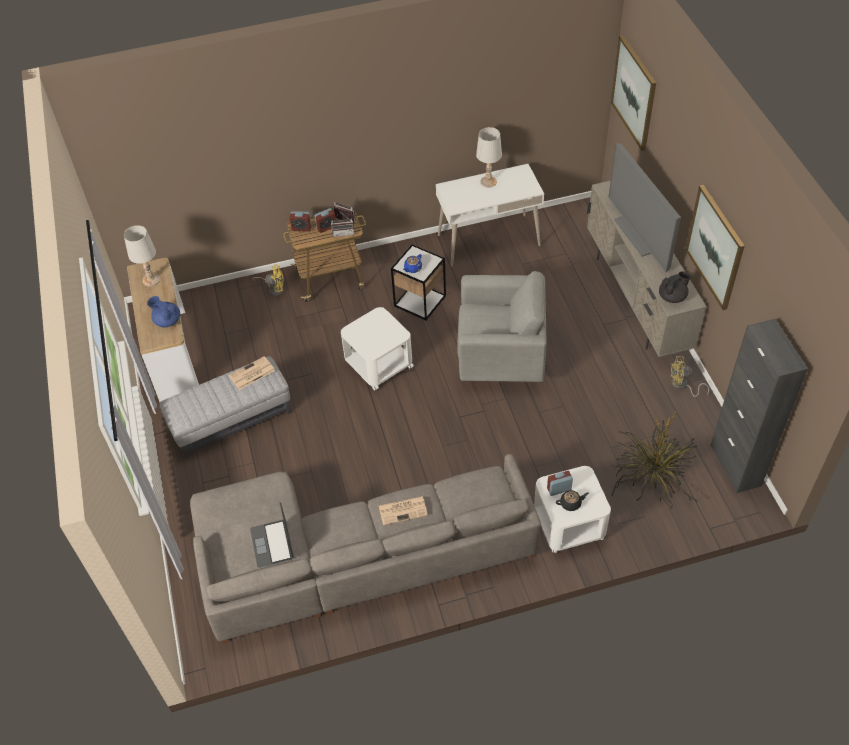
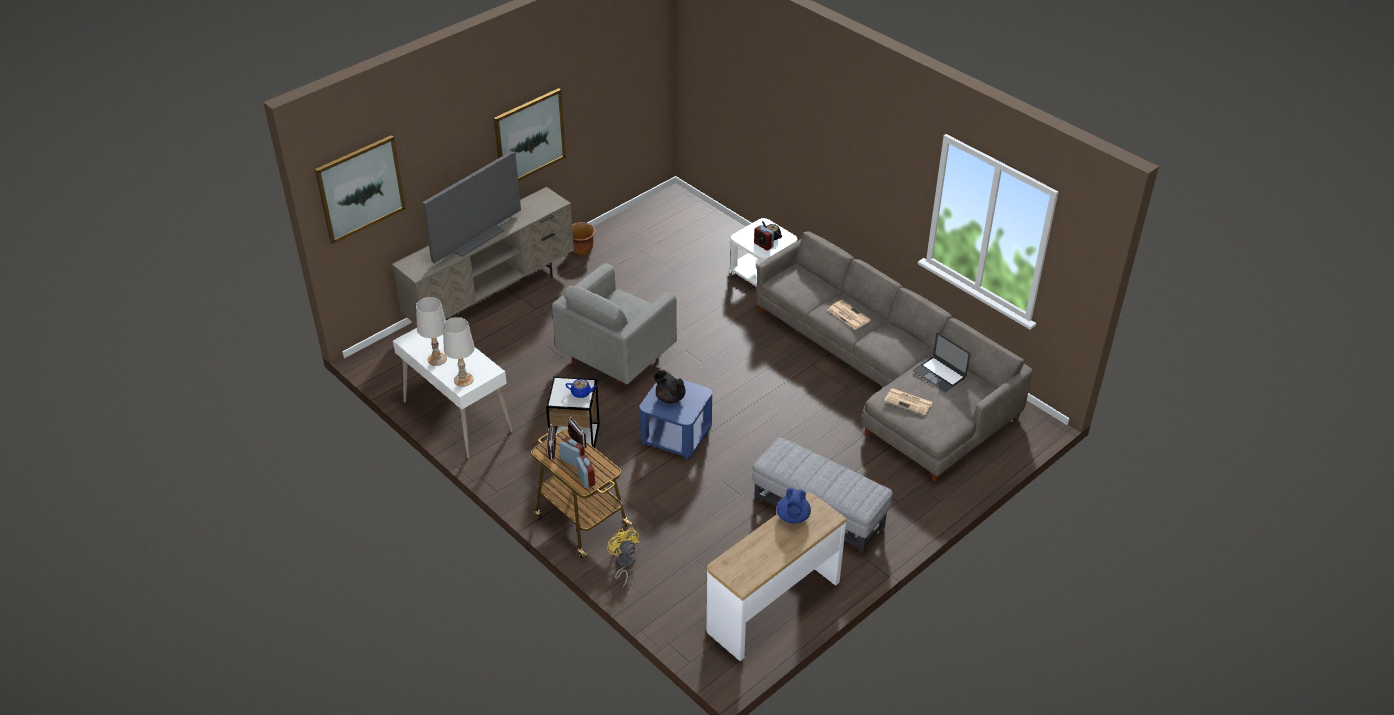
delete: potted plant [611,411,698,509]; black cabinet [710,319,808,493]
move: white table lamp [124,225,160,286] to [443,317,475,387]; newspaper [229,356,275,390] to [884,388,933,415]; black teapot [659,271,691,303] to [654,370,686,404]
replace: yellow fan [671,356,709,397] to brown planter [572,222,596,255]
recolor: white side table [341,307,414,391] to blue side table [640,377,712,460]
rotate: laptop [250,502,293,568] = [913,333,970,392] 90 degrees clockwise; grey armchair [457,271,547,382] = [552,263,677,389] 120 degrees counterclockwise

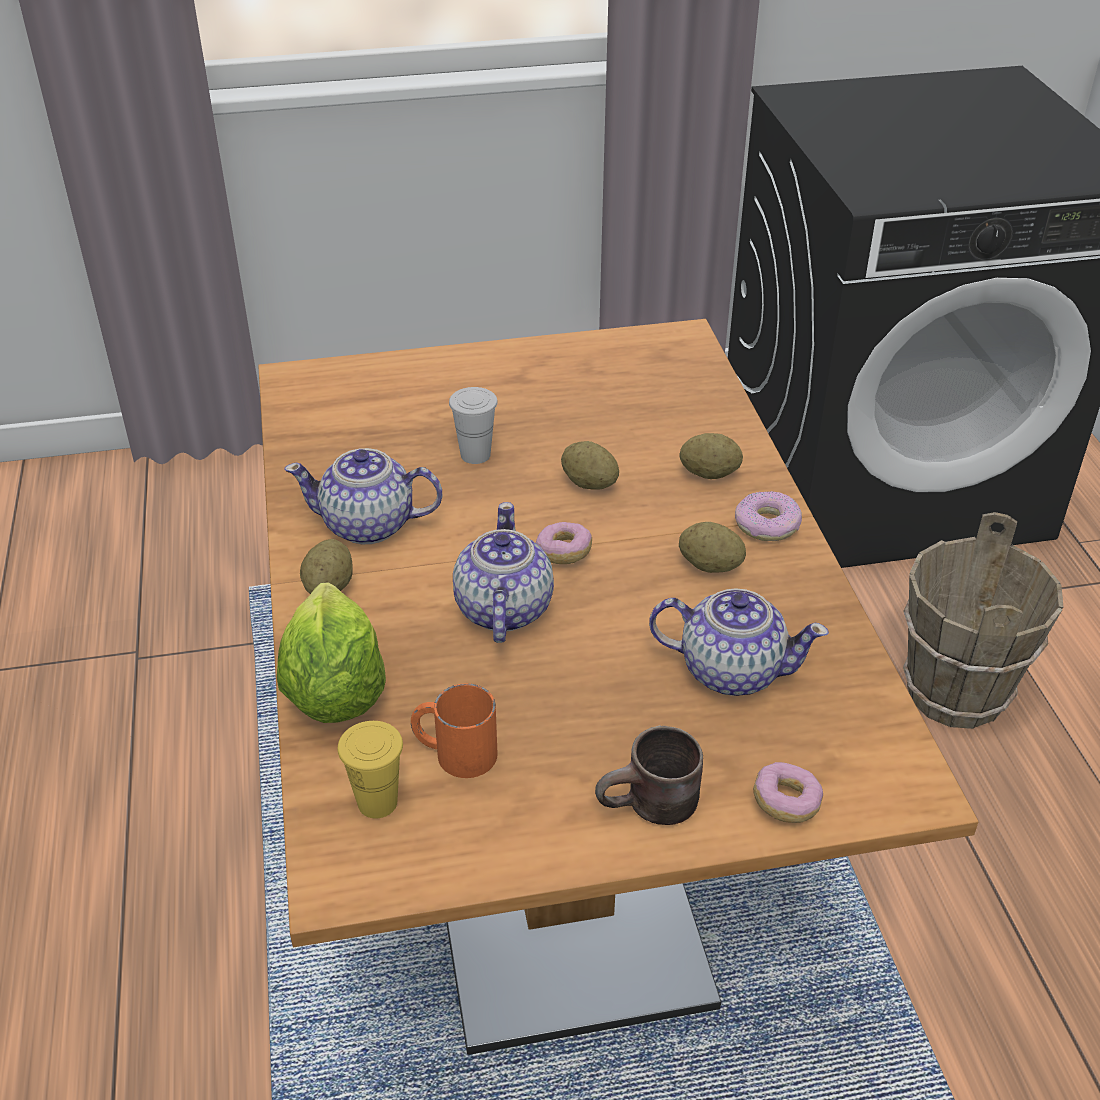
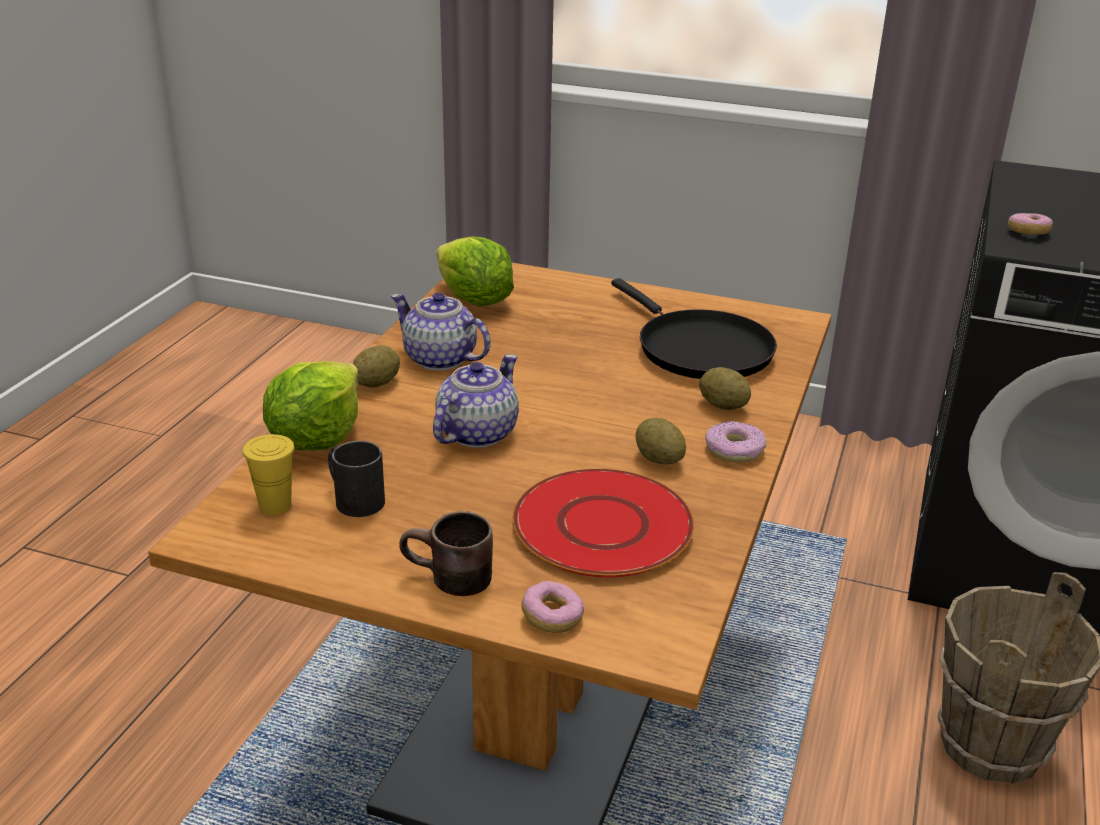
delete: white cup [449,387,498,464]; potato [561,441,619,490]
insert: lettuce [437,236,514,306]; black frying pan [611,278,777,379]
move: donut [536,522,592,564] to [1008,213,1053,235]
replace: teapot [649,588,829,696] to red plate [513,469,694,577]
recolor: orange mug [411,683,497,778] to black mug [328,441,385,517]

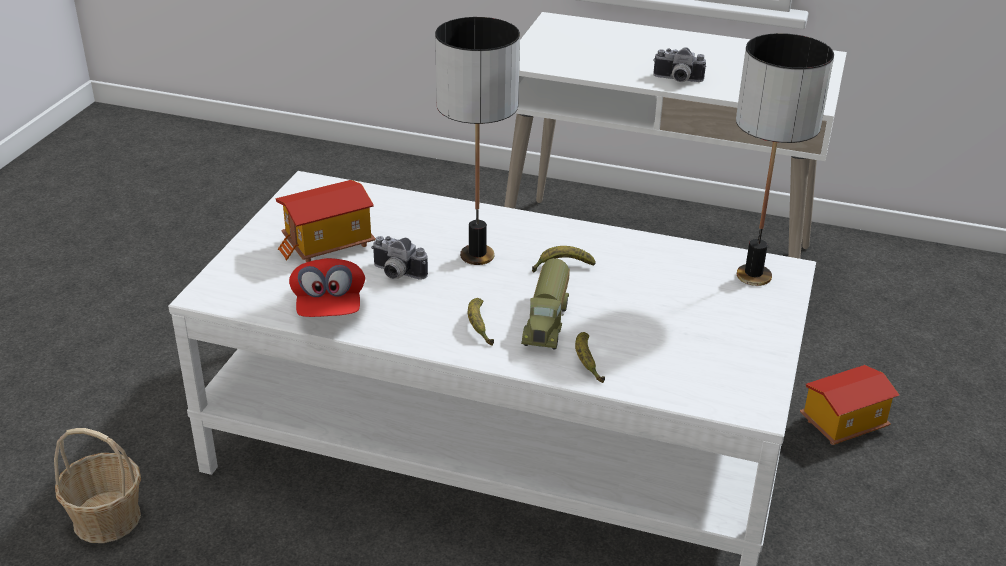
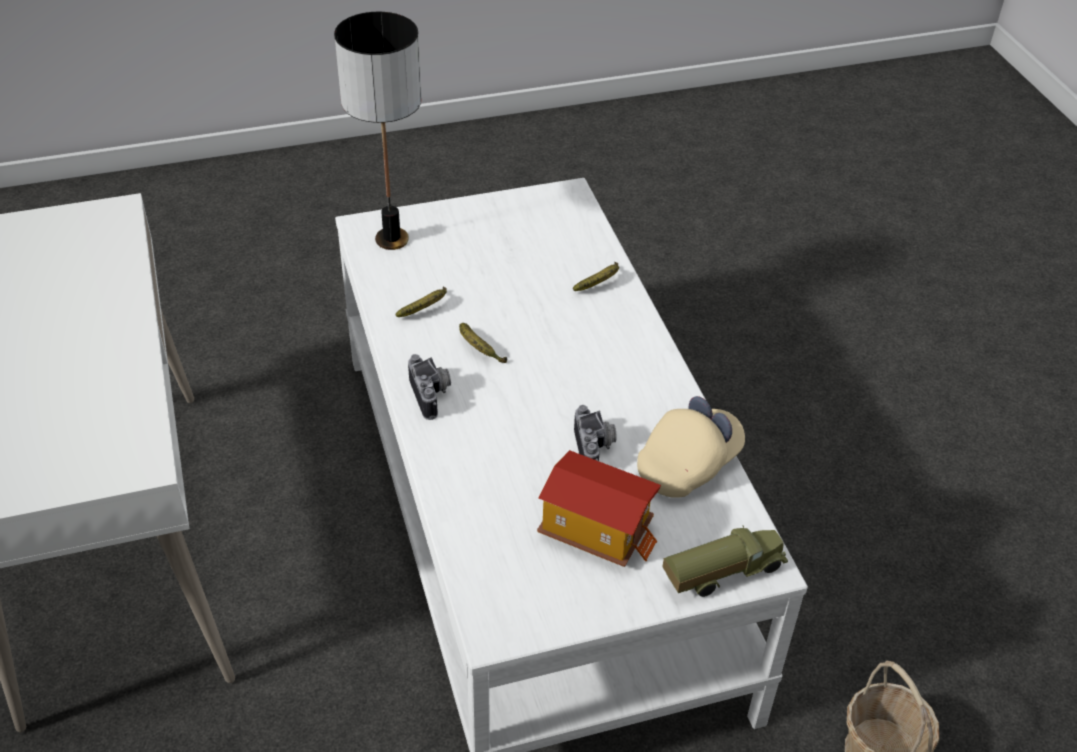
delete: table lamp [435,17,520,265]; toy house [800,365,899,445]
move: banana [468,298,494,346] to [395,287,447,317]; toy truck [521,258,570,349] to [662,525,788,597]; photo camera [653,47,706,82] to [408,354,451,420]
recolor: red cap [289,258,365,317] to beige cap [637,396,745,498]

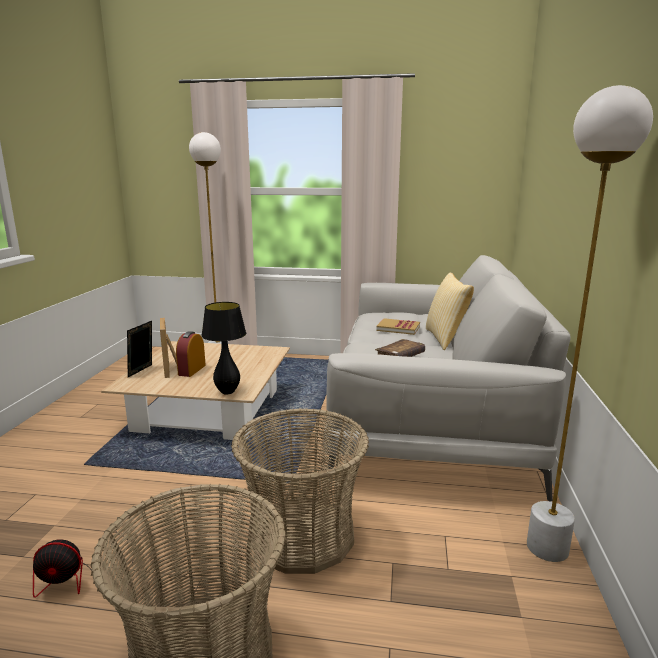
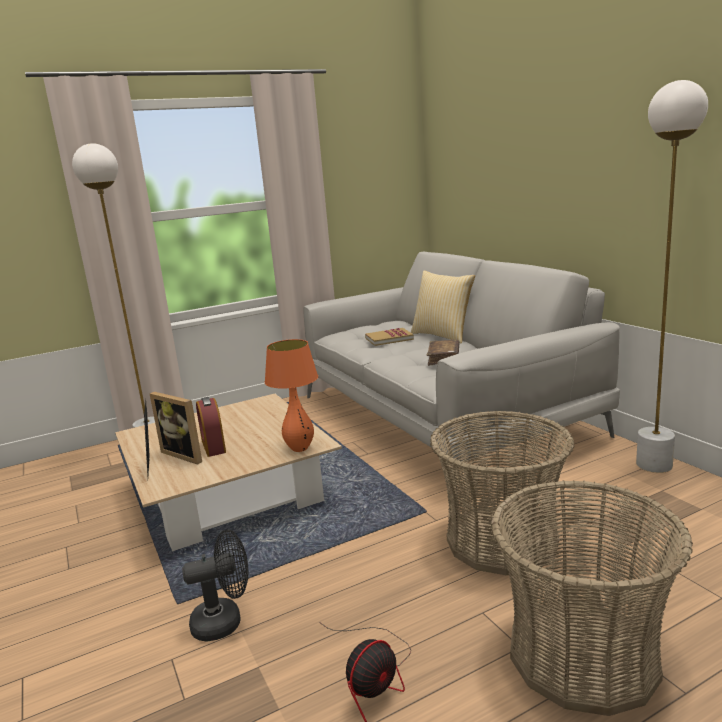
insert: black fan [182,529,248,642]
recolor: black table lamp [201,302,246,395] to orange table lamp [265,339,318,452]

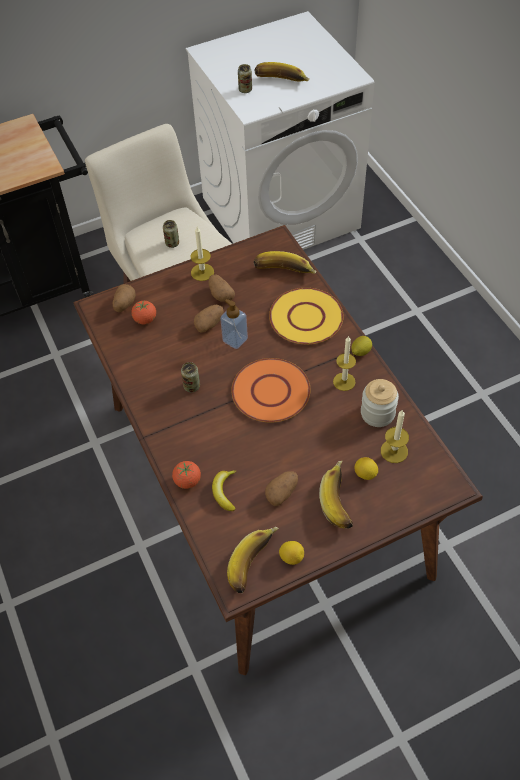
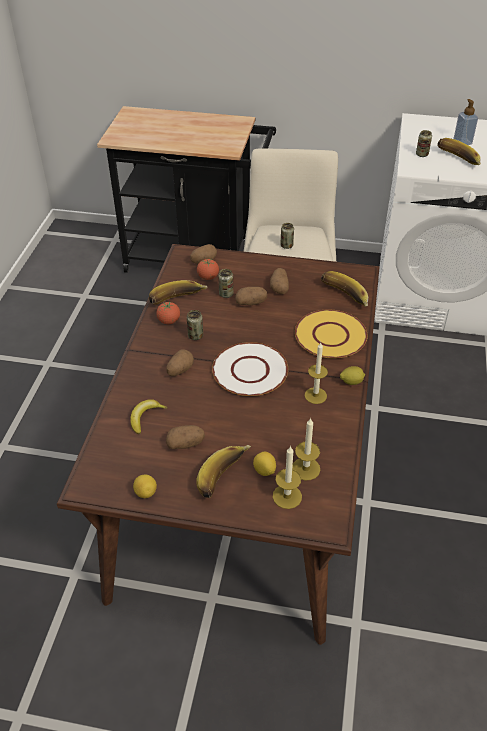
delete: jar [361,379,399,427]
insert: potato [166,349,194,376]; can [218,269,234,298]
move: tomato [172,461,201,489] to [156,302,180,324]; candle [191,227,214,281] to [273,446,302,509]; soap dispenser [220,299,248,349] to [453,99,478,145]; banana [227,526,279,593] to [149,280,208,305]
recolor: orange plate [231,358,310,423] to white plate [212,342,288,396]

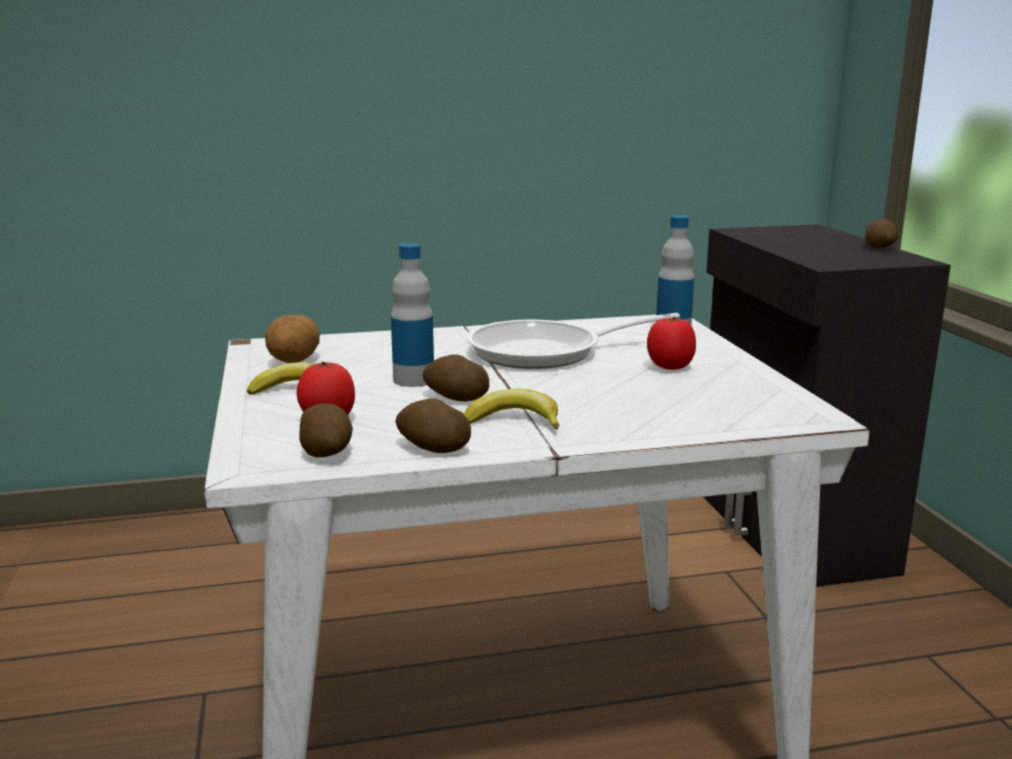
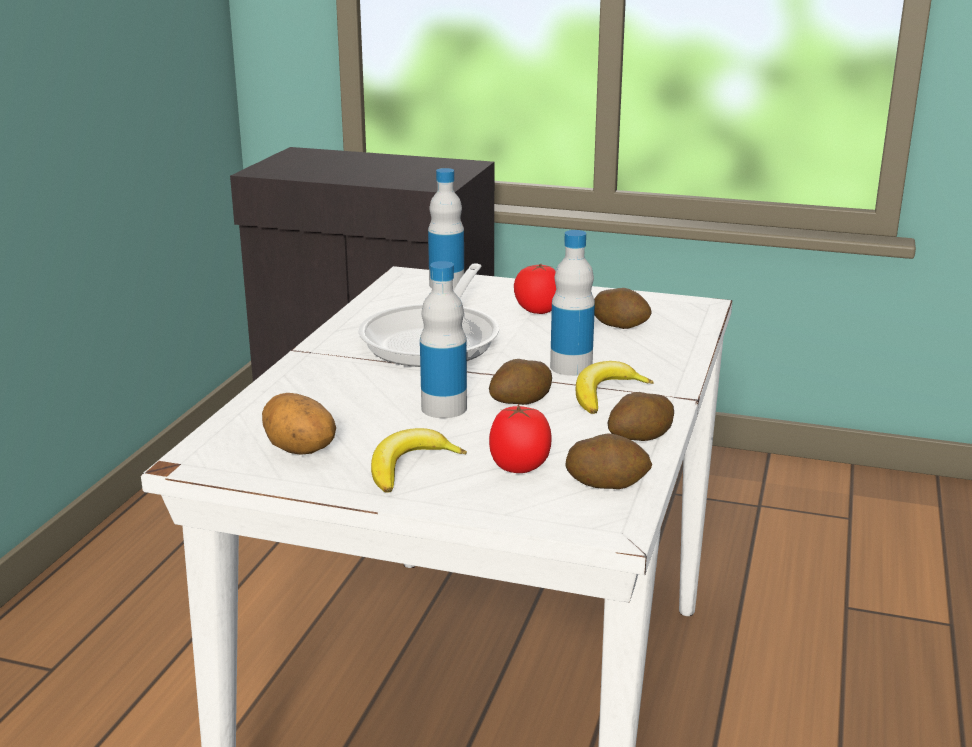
insert: bottle [550,230,595,376]
move: potato [865,219,898,248] to [594,288,652,329]

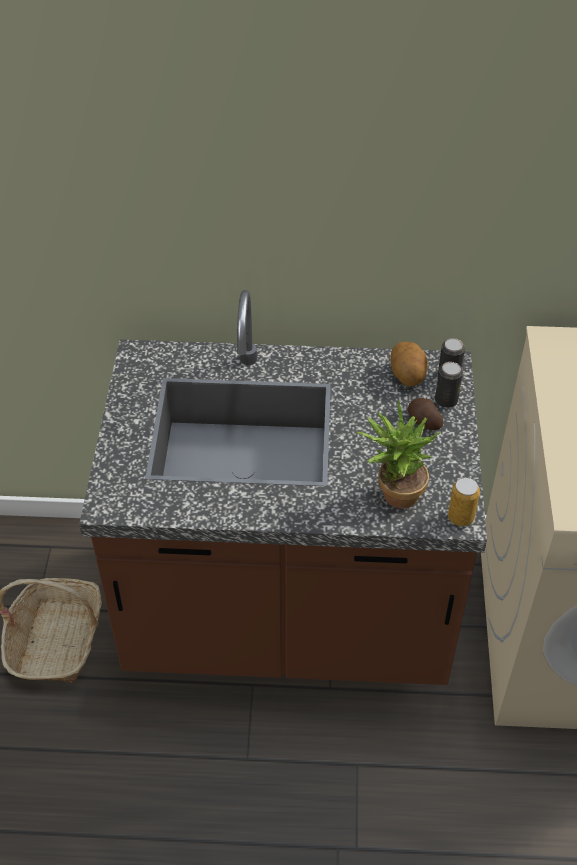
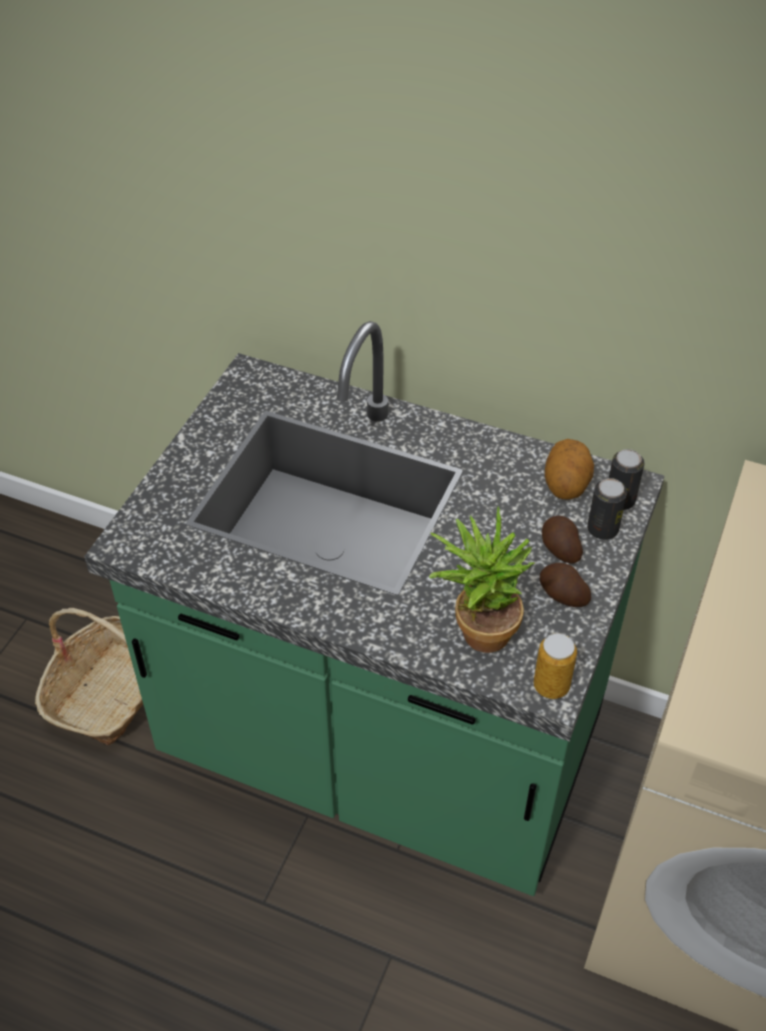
insert: potato [540,563,591,607]
recolor: brown counter [79,290,487,685] to green counter [84,321,664,896]

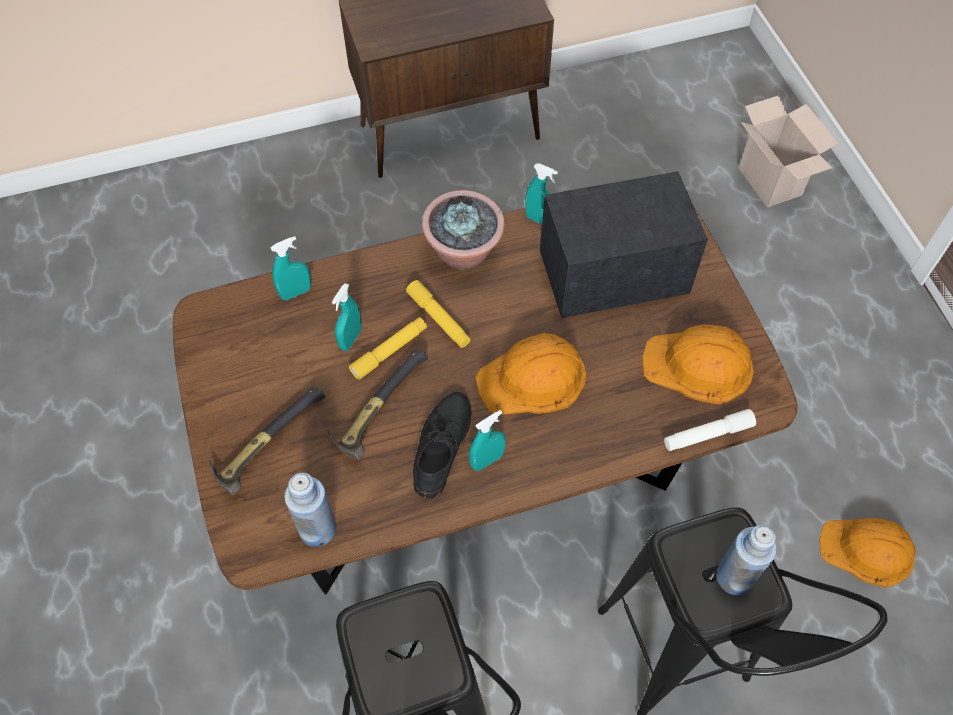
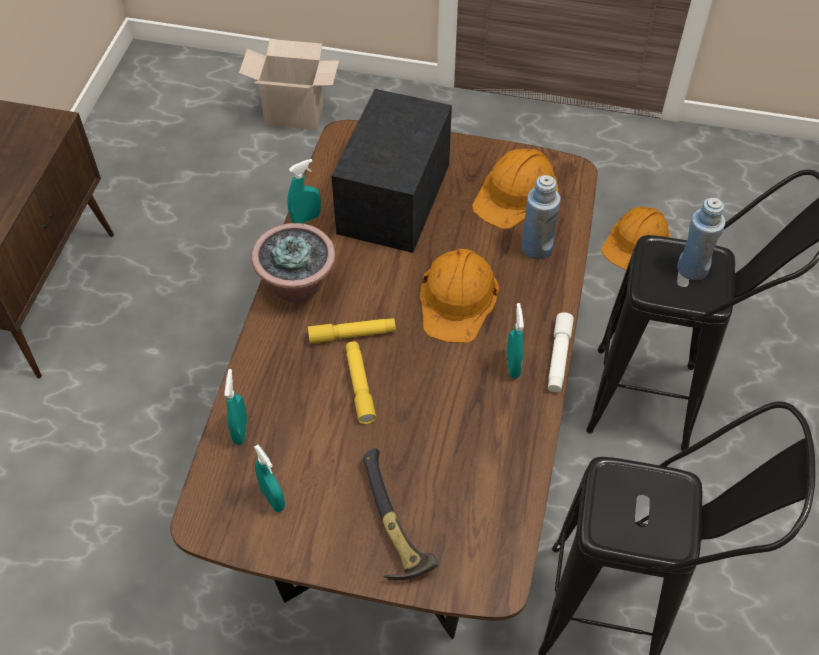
delete: hammer [327,350,428,459]; black shoe [413,392,471,498]
move: blue bottle [284,472,336,547] to [521,175,561,260]; turquoise spray bottle [332,283,362,351] to [254,444,285,512]; white flashlight [664,409,756,451] to [548,312,574,392]

